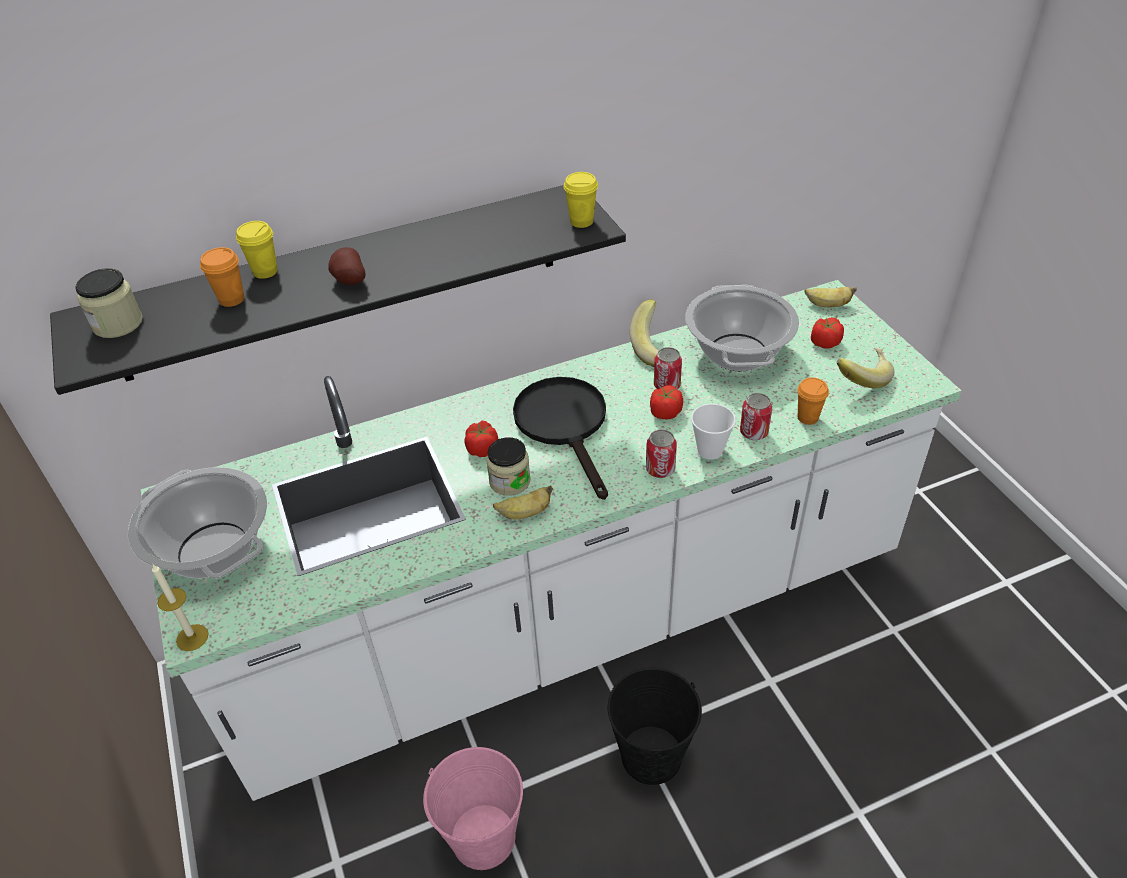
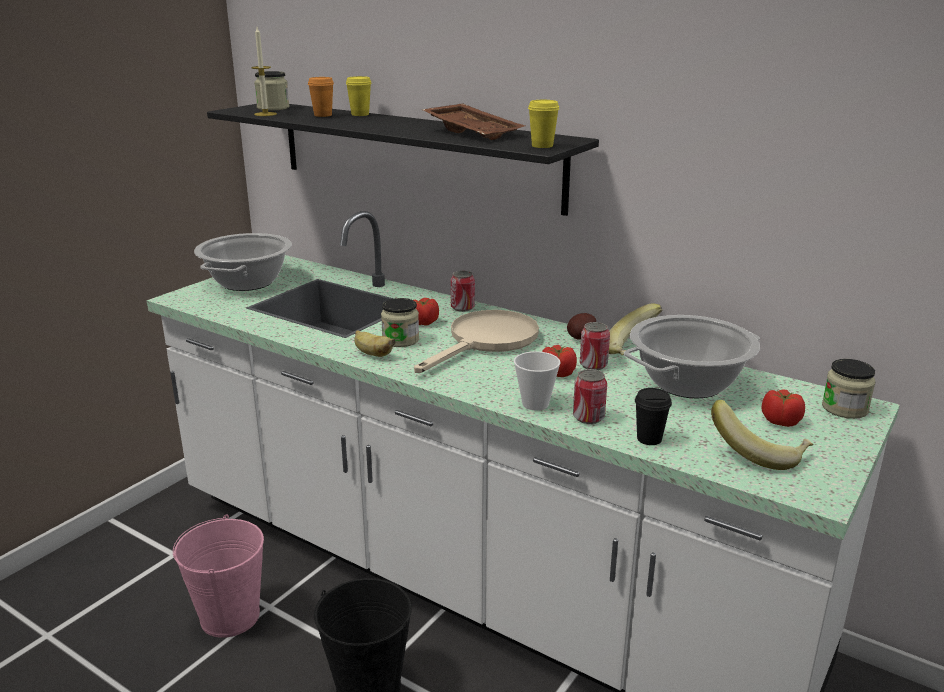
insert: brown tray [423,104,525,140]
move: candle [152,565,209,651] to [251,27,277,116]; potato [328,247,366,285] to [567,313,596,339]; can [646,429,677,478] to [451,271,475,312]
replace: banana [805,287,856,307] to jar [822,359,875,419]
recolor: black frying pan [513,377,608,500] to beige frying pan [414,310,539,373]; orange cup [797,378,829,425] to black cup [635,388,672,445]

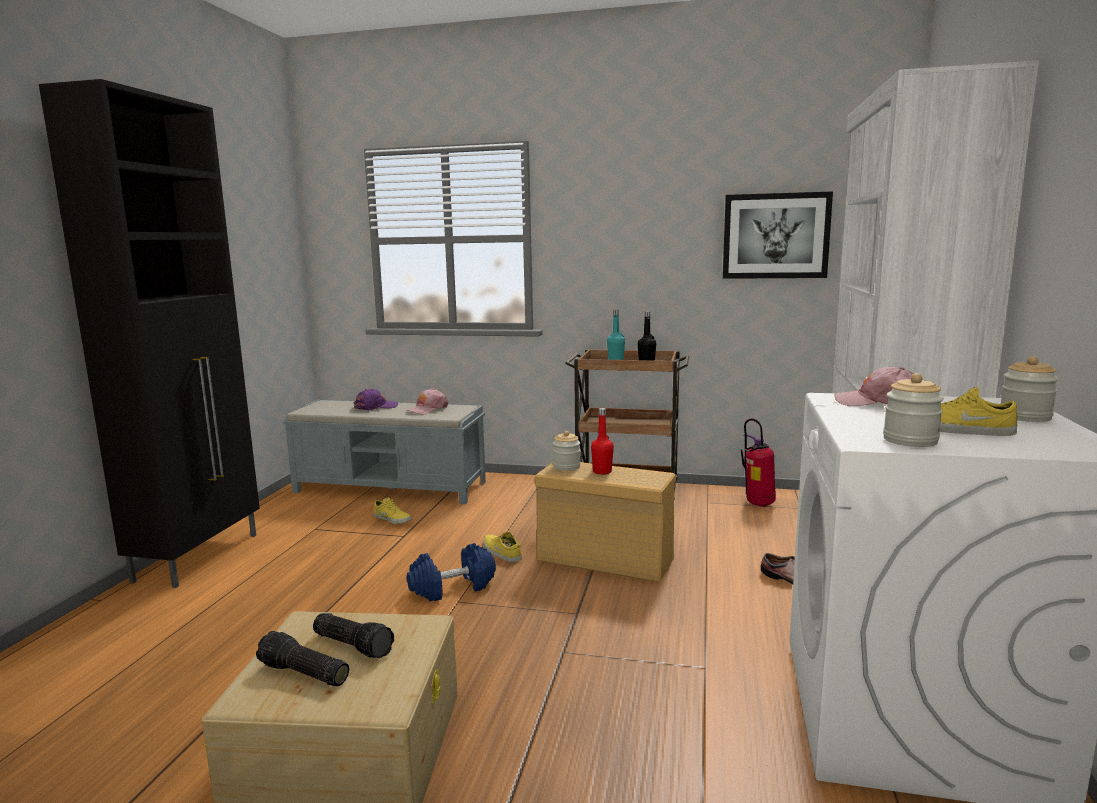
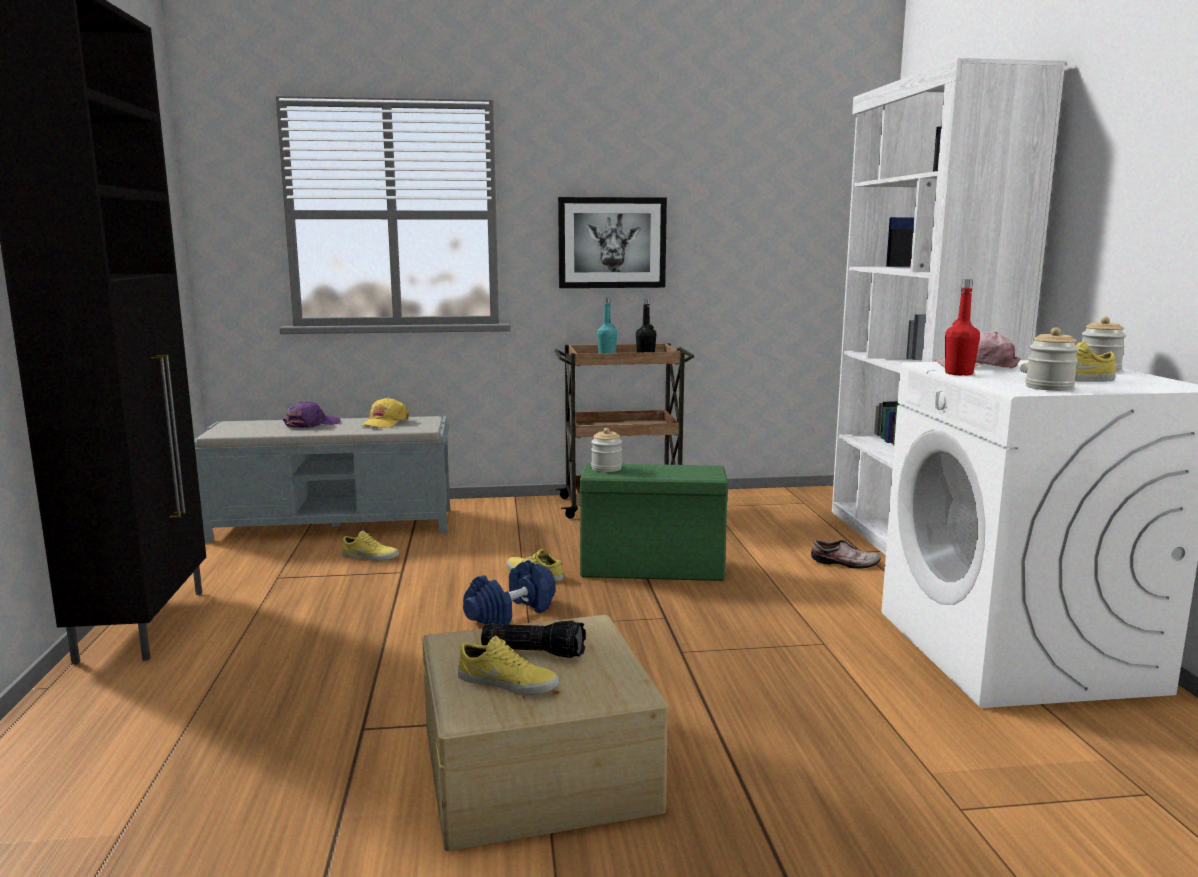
delete: fire extinguisher [741,418,776,507]
move: red bottle [591,408,614,475] to [945,279,980,376]; picture [723,191,833,279] to [558,197,667,288]
replace: flashlight [256,631,349,686] to yellow shoe [458,636,560,696]
recolor: pink cap [407,389,448,414] to yellow cap [360,397,409,428]; beige storage box [535,462,676,582] to green storage box [580,463,728,581]

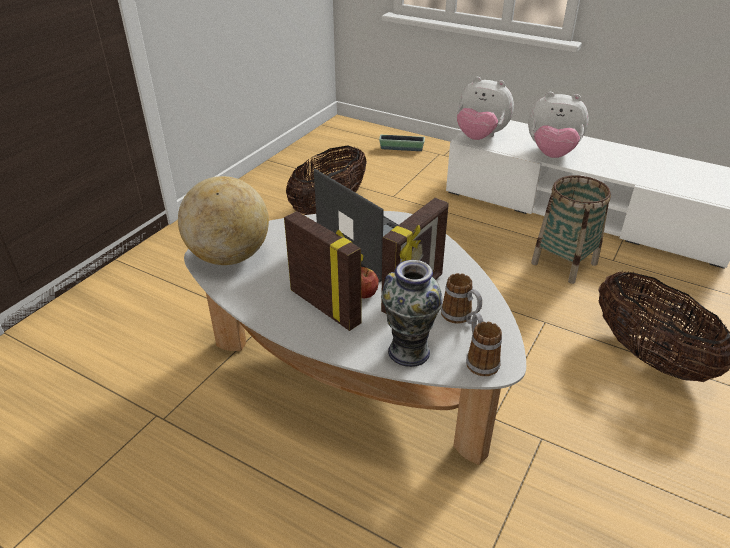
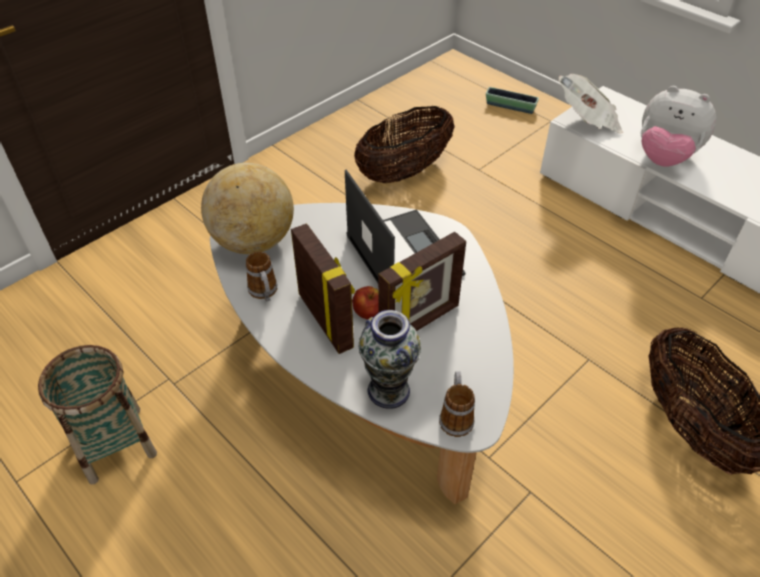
move: mug [441,273,482,324] to [246,252,278,302]; basket [531,175,611,284] to [38,345,157,485]
replace: plush toy [457,77,514,140] to newspaper [559,74,623,133]

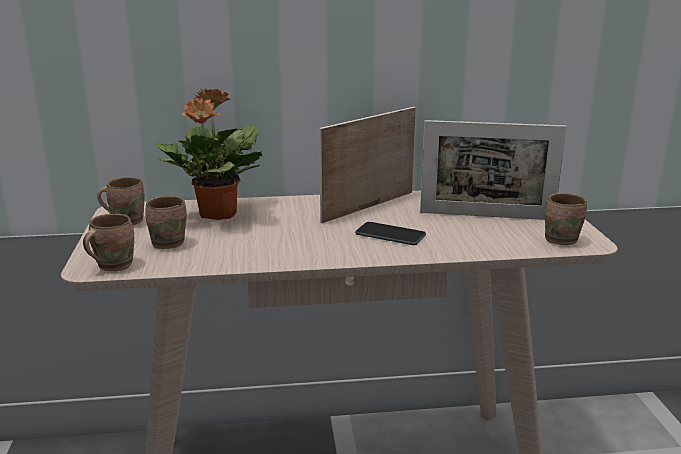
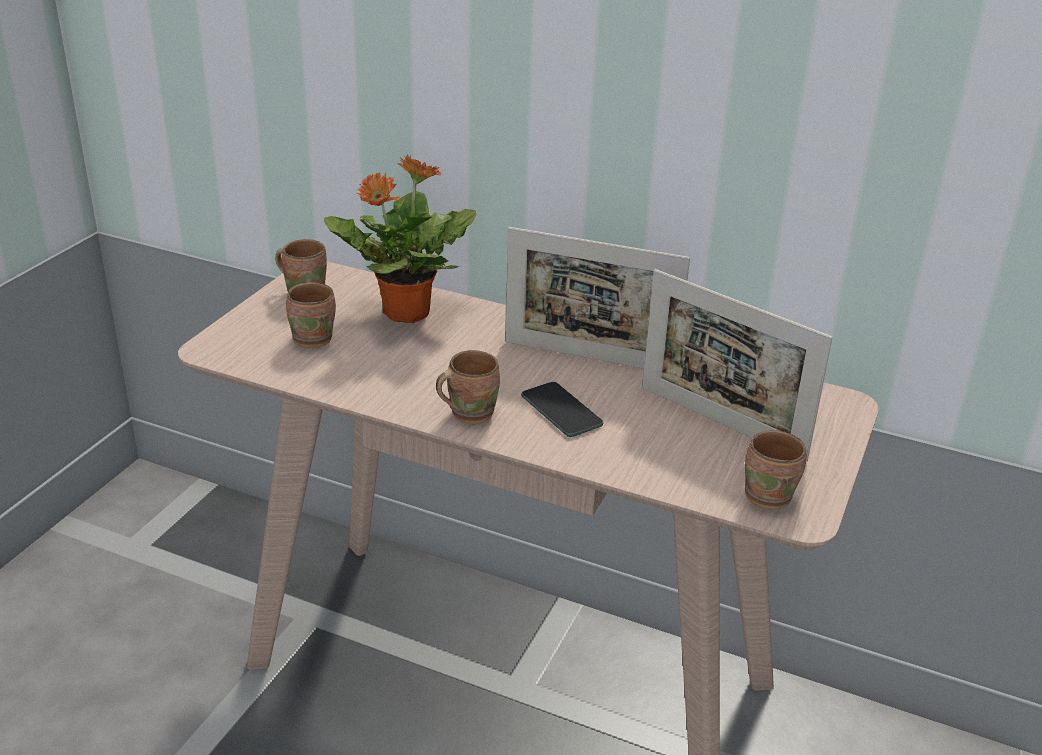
move: brown mug [83,214,134,271] to [436,350,500,424]
rotate: picture frame [319,106,416,224] = [505,227,690,369] 150 degrees counterclockwise

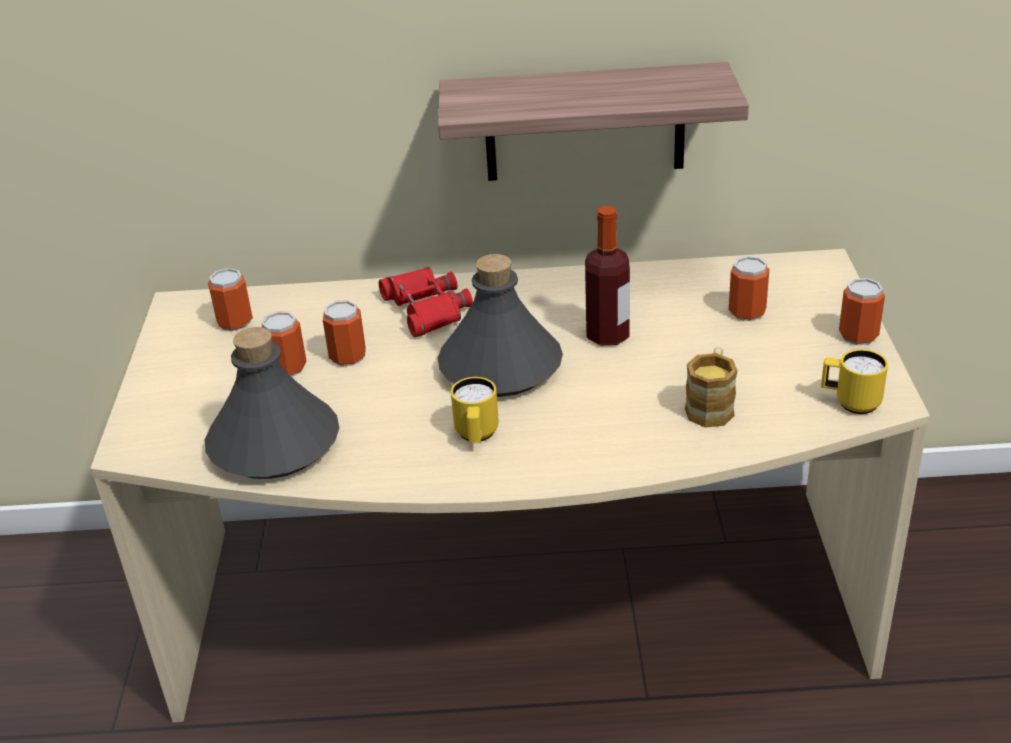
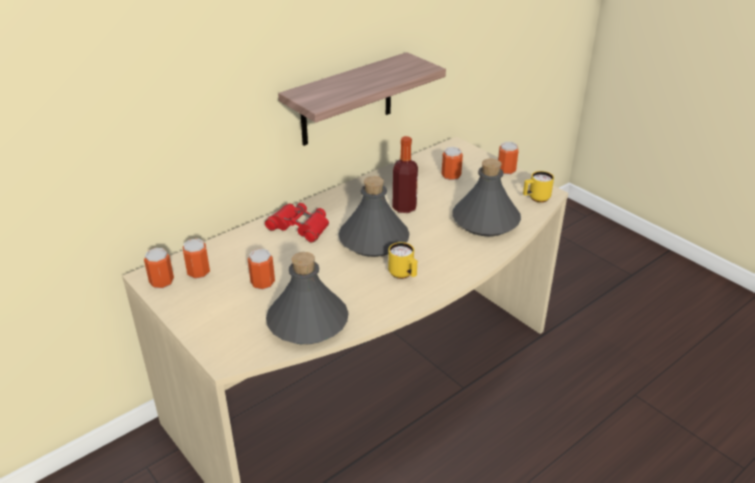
move: can [323,300,366,366] to [144,248,174,289]
replace: mug [685,347,738,428] to grey bottle [452,158,521,236]

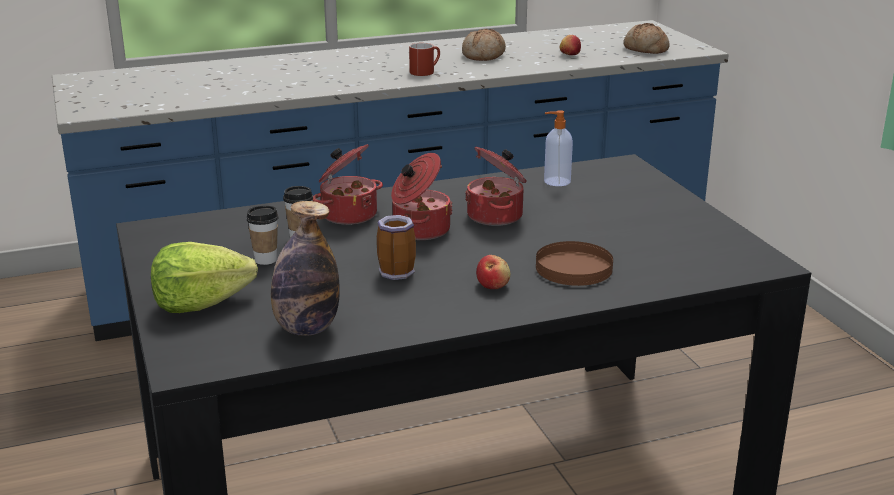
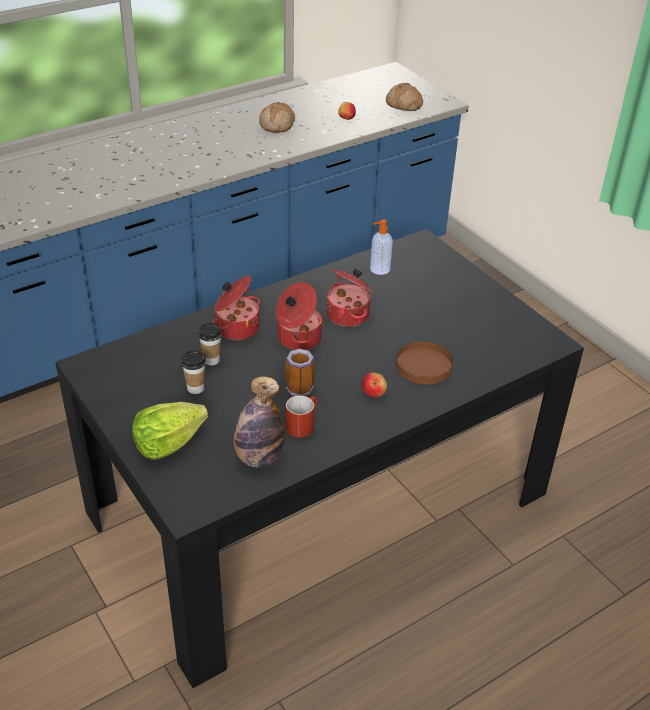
move: red mug [409,43,440,76] to [286,395,317,437]

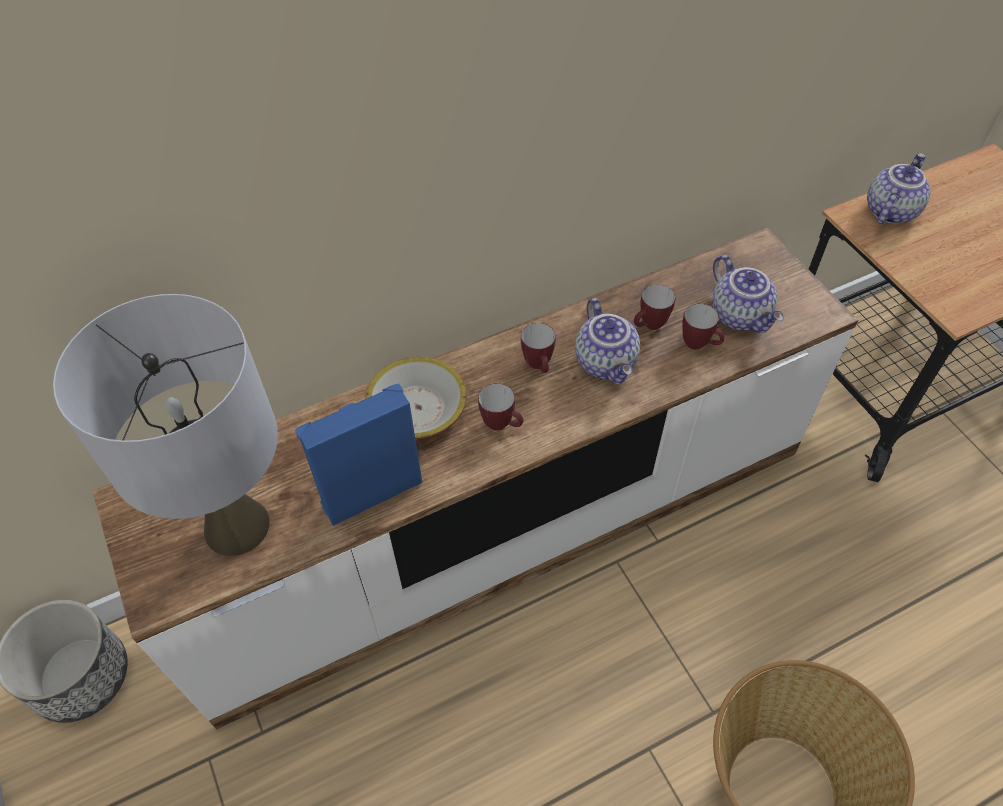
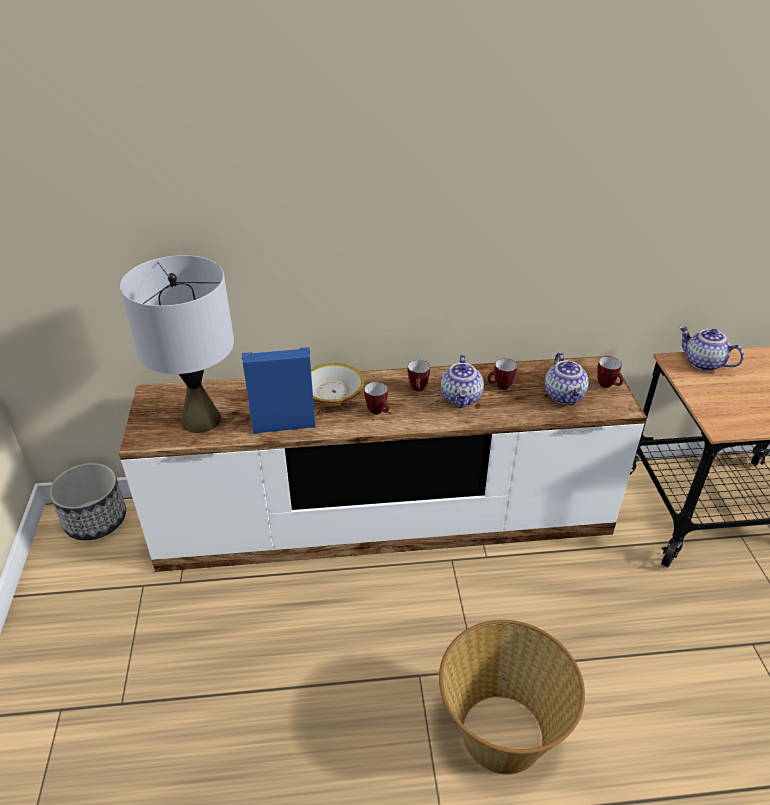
move: mug [682,304,725,350] to [597,356,624,388]
rotate: teapot [867,153,931,224] = [679,326,744,371] 105 degrees counterclockwise

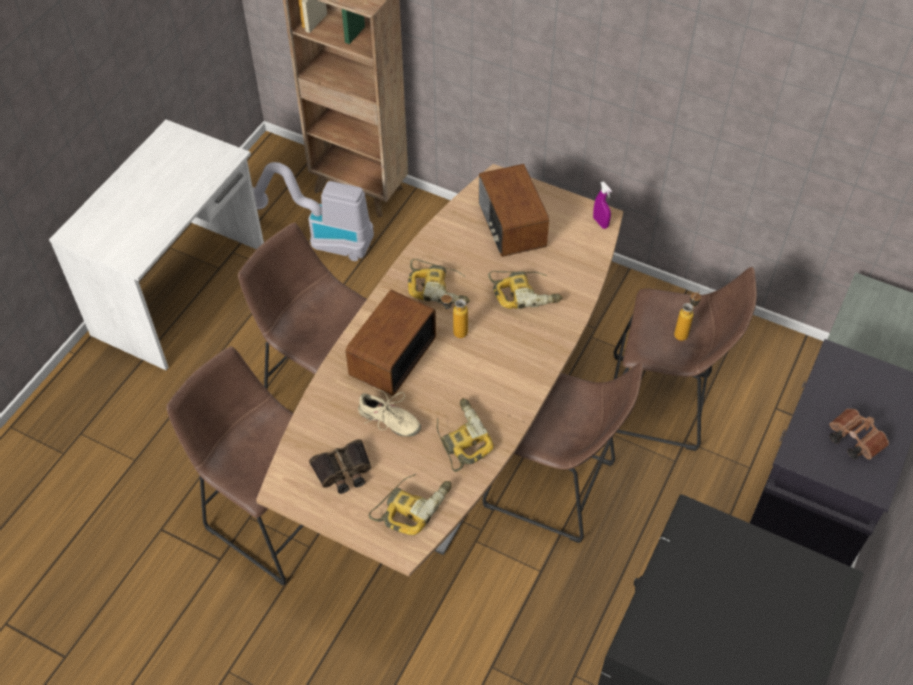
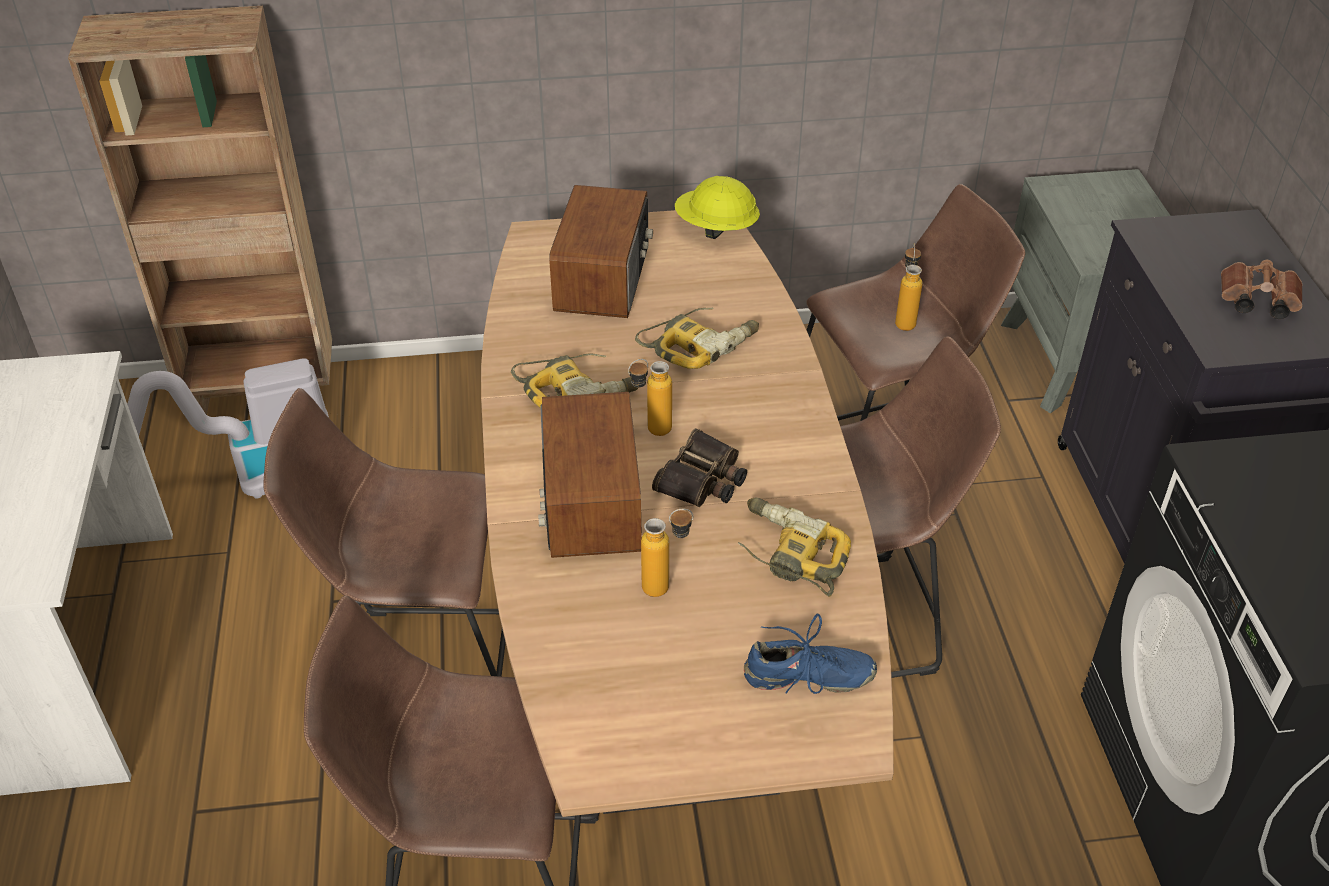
move: binoculars [309,439,372,494] to [652,428,747,507]
replace: beige shoe [358,387,421,437] to bottle [641,509,693,597]; power drill [369,474,452,535] to blue shoe [744,614,877,694]; purple spray bottle [593,182,612,229] to yellow hard hat [675,176,760,239]
rotate: radio [479,164,549,257] = [549,185,653,318] 120 degrees counterclockwise

